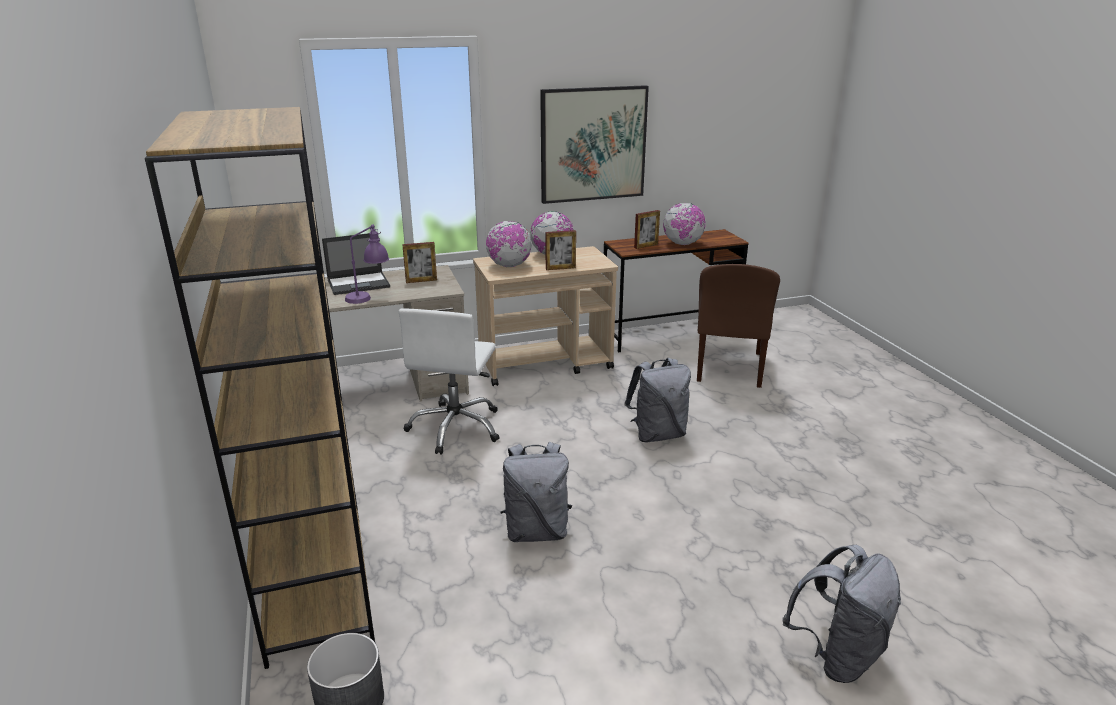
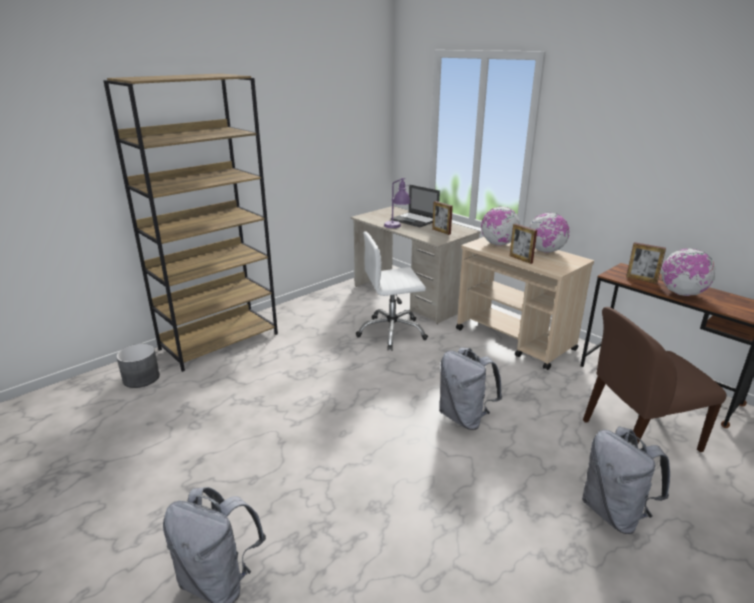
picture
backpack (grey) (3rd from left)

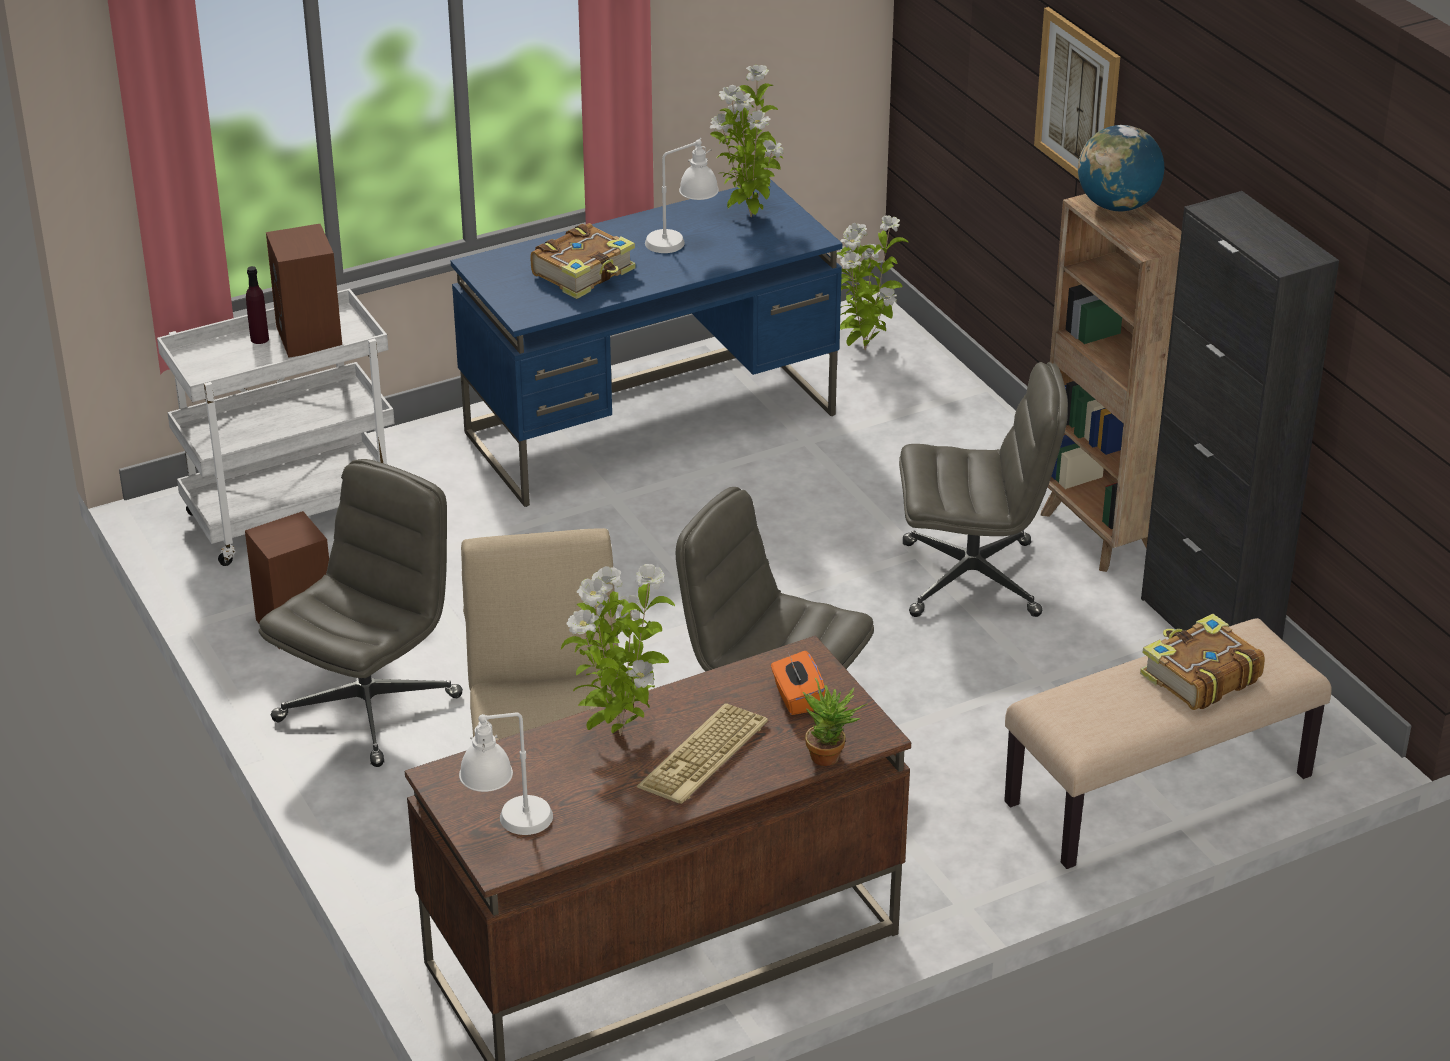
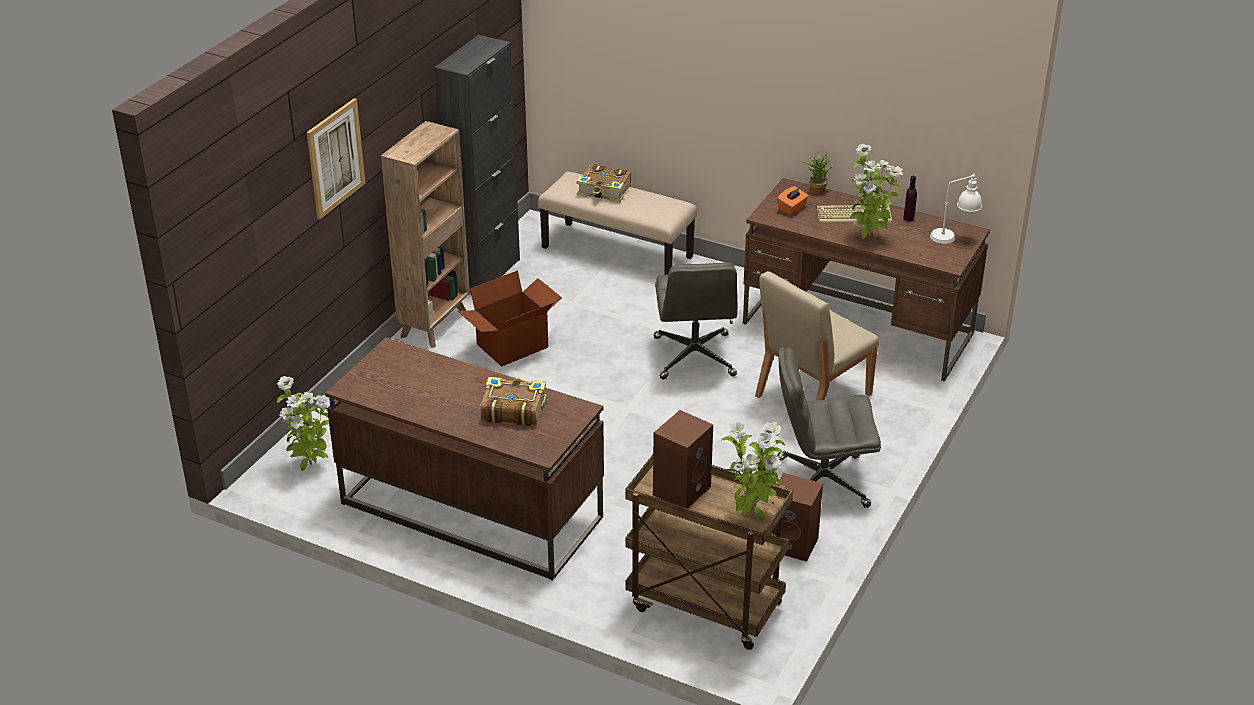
potted plant (2nd from left)
globe
table lamp (white) (2nd from left in the first image)
desk (brown) (1st from left)
bottle (purple)
cart (brown)
cardboard box

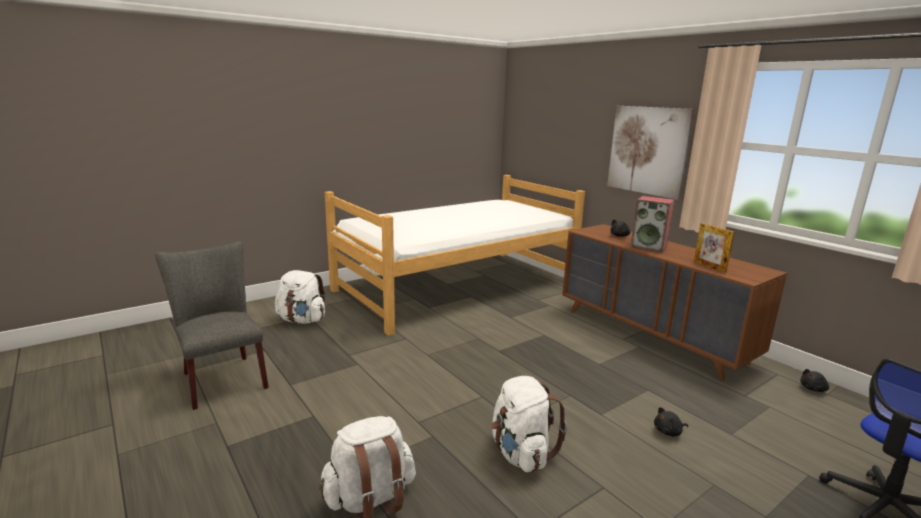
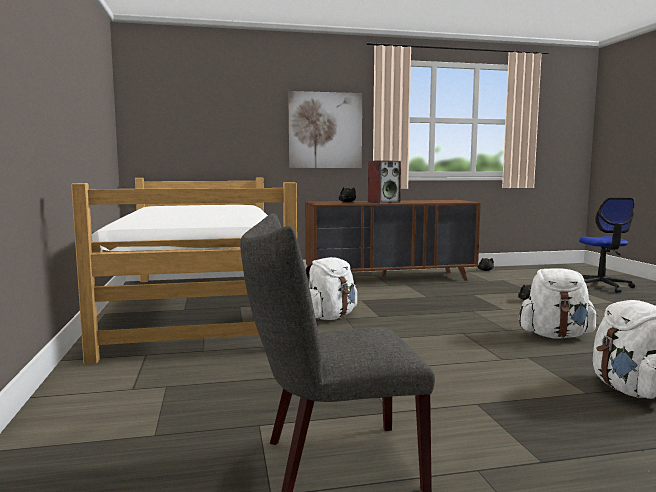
picture frame
backpack (white) (1st from left)

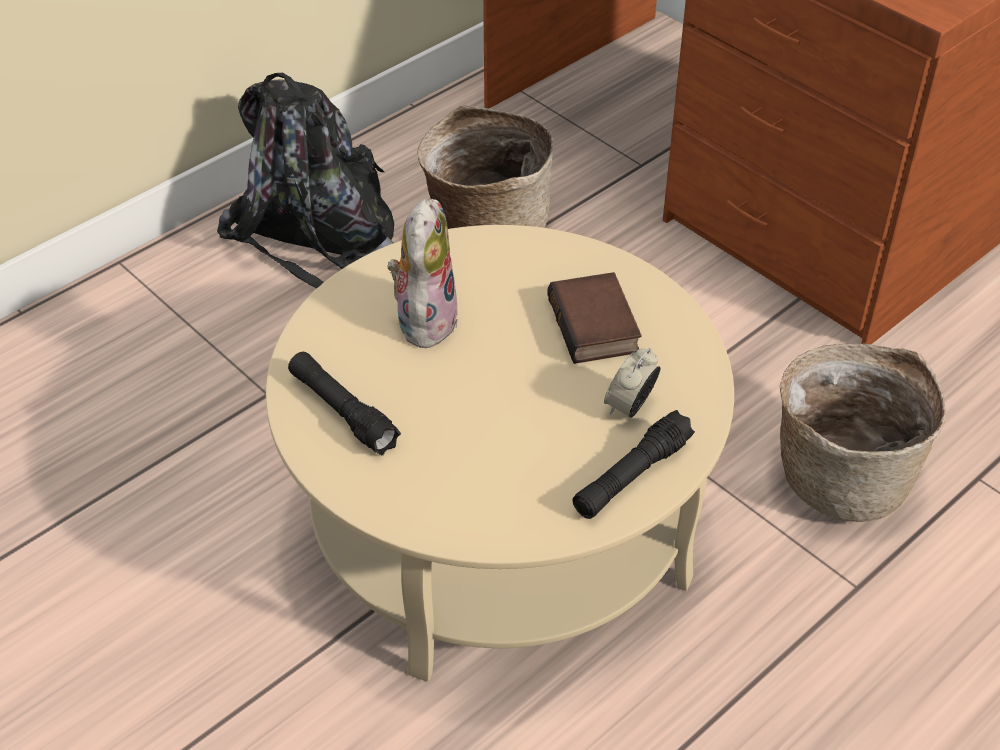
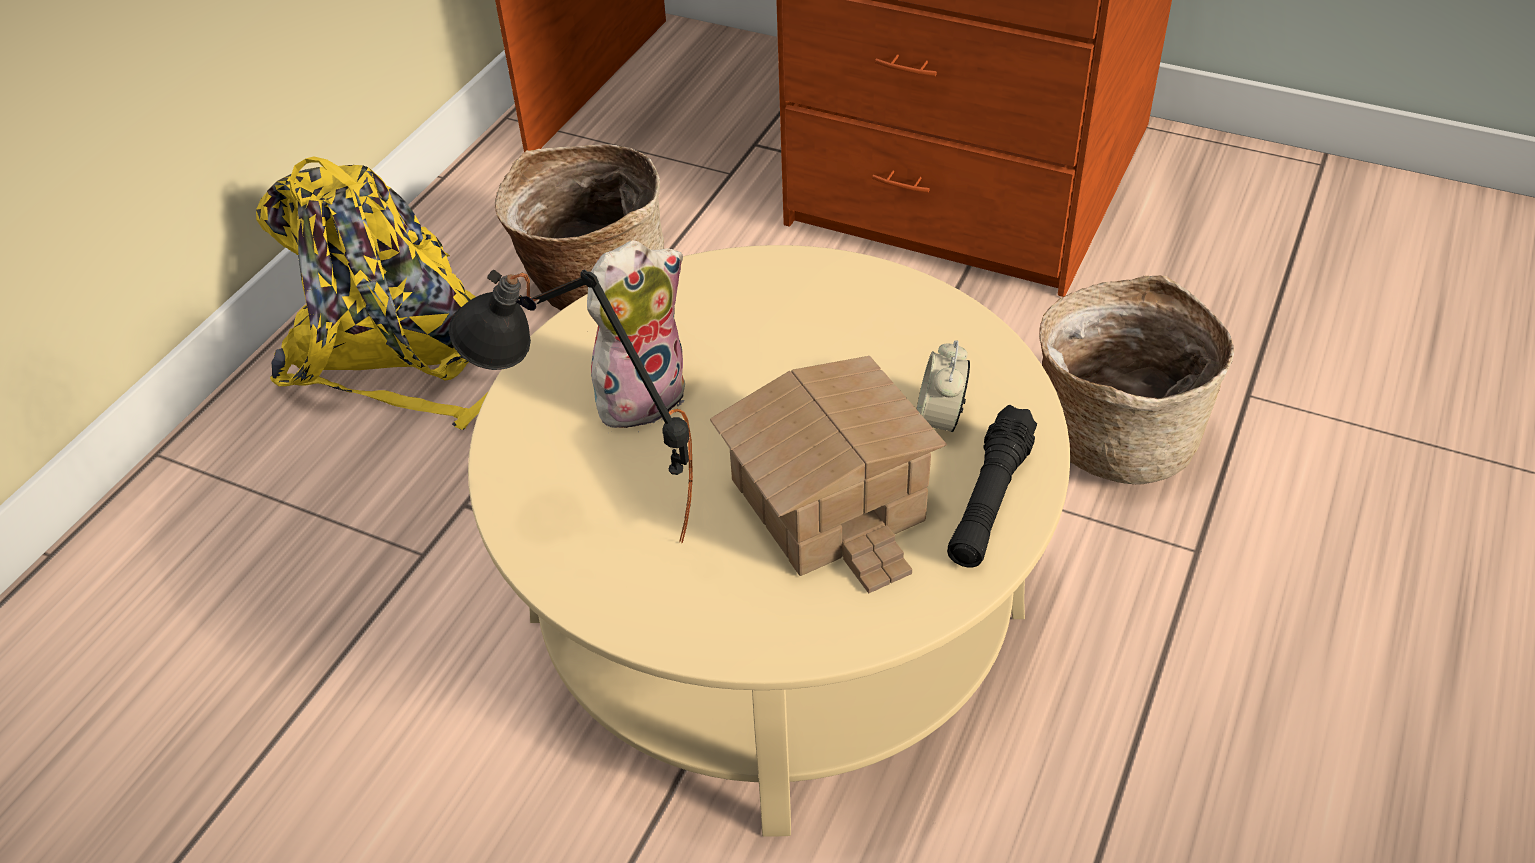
backpack (yellow)
plush toy
book
table lamp (black)
toy house

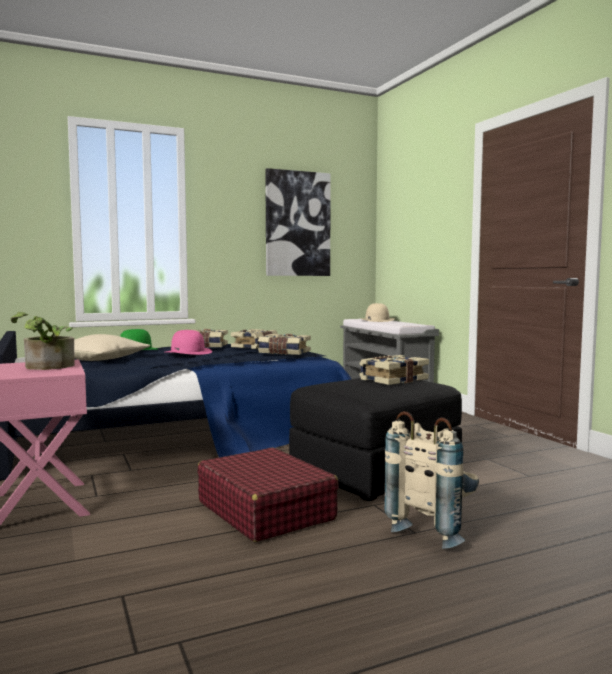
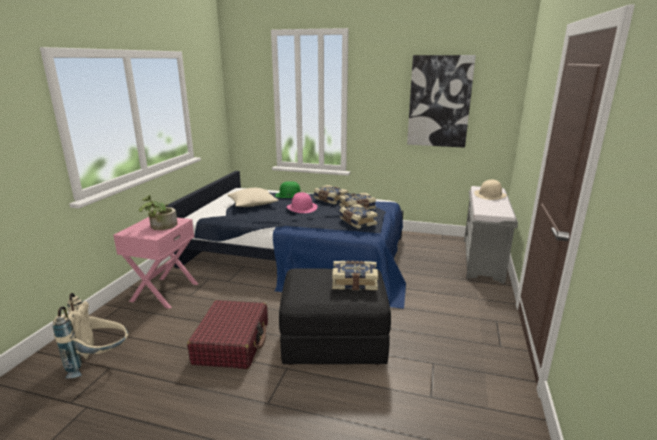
backpack (beige)

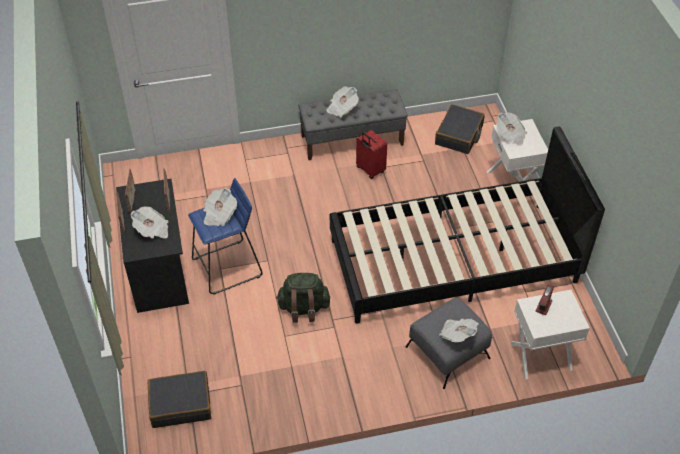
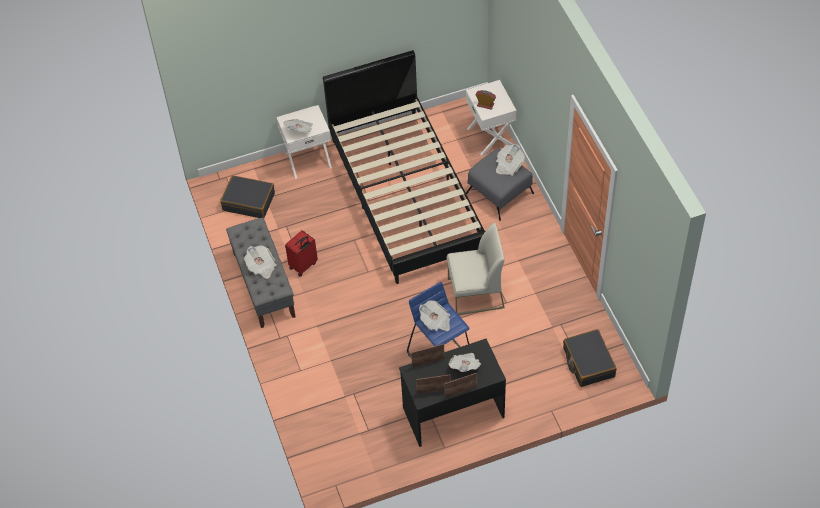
chair (white)

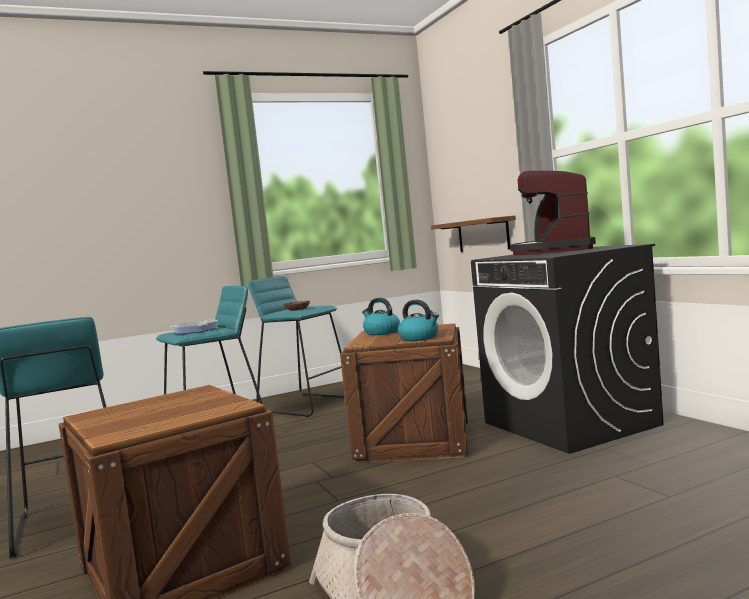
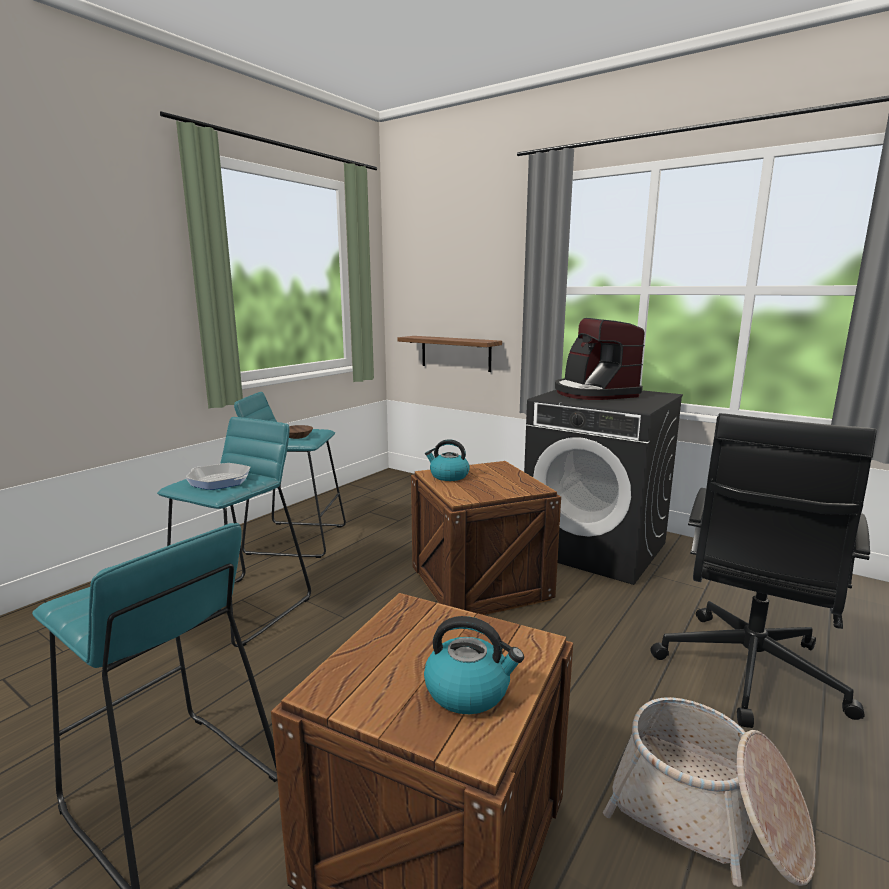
kettle (2nd from left)
office chair (black)

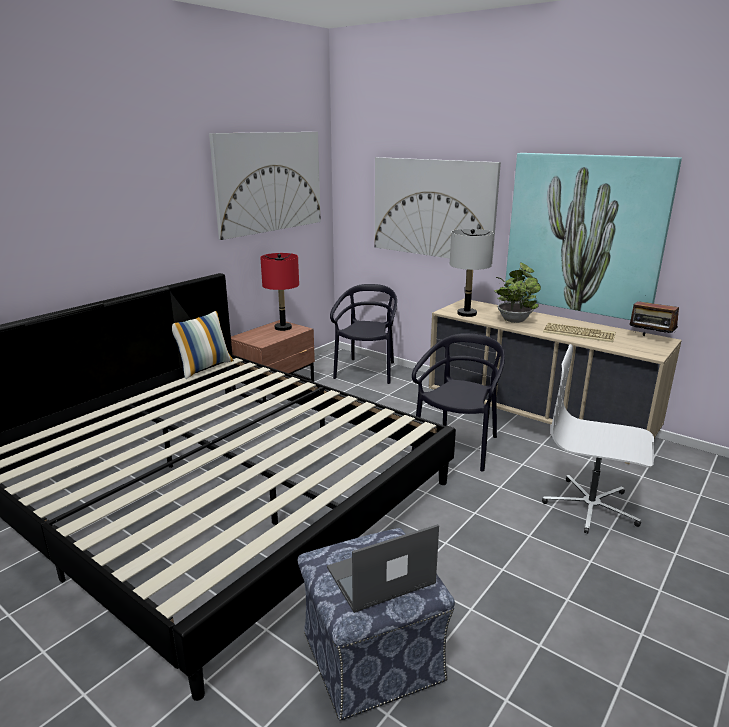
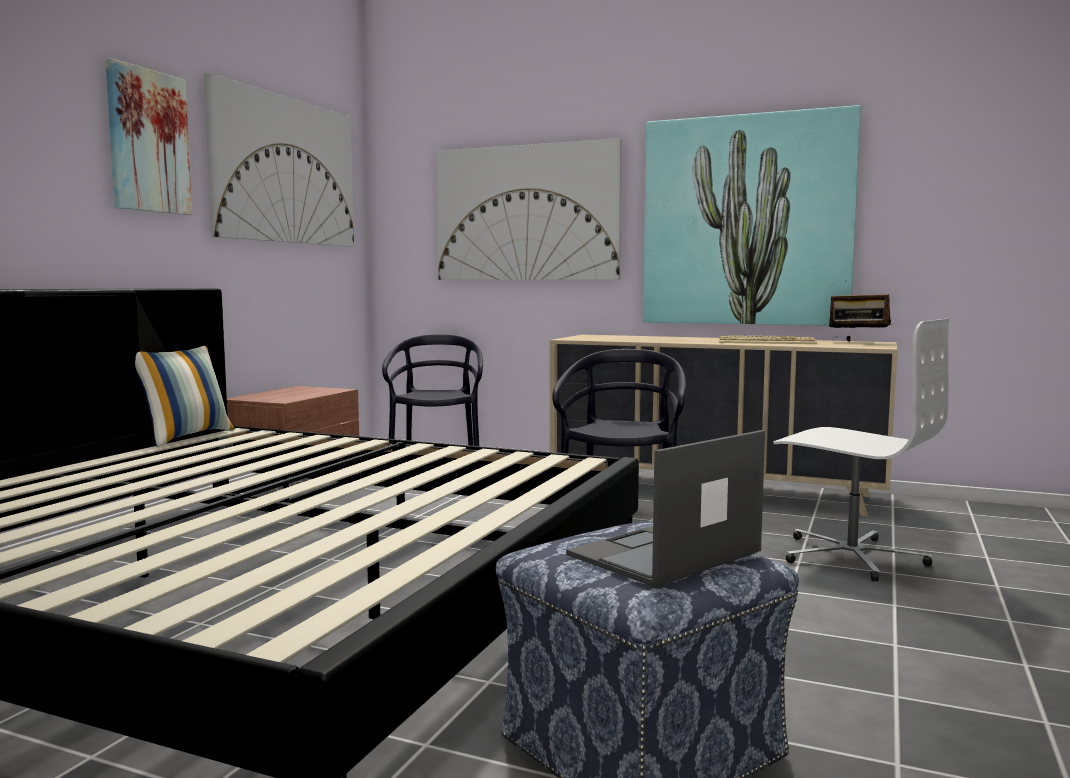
table lamp (grey)
table lamp (red)
potted plant
office chair (white)
picture (1st from left)

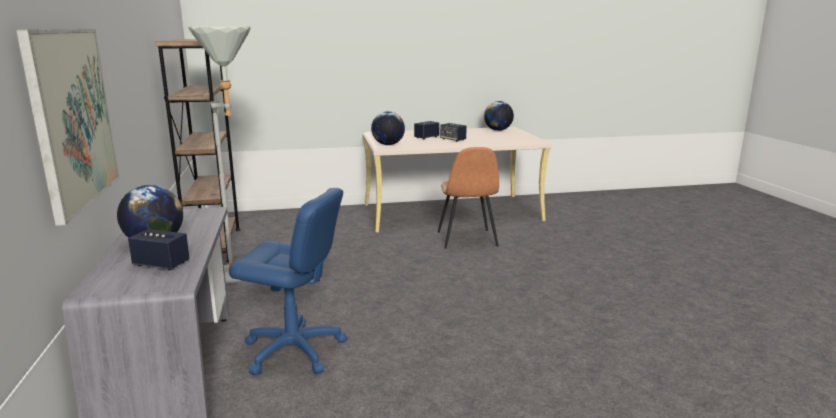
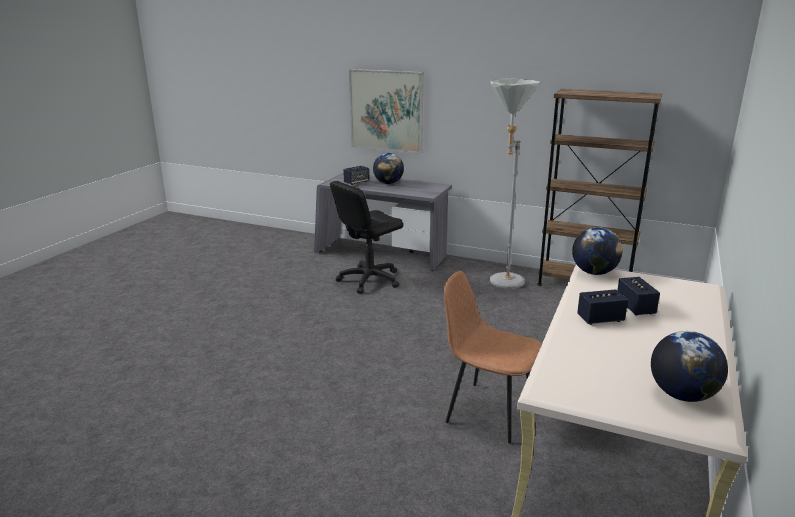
office chair (black)

